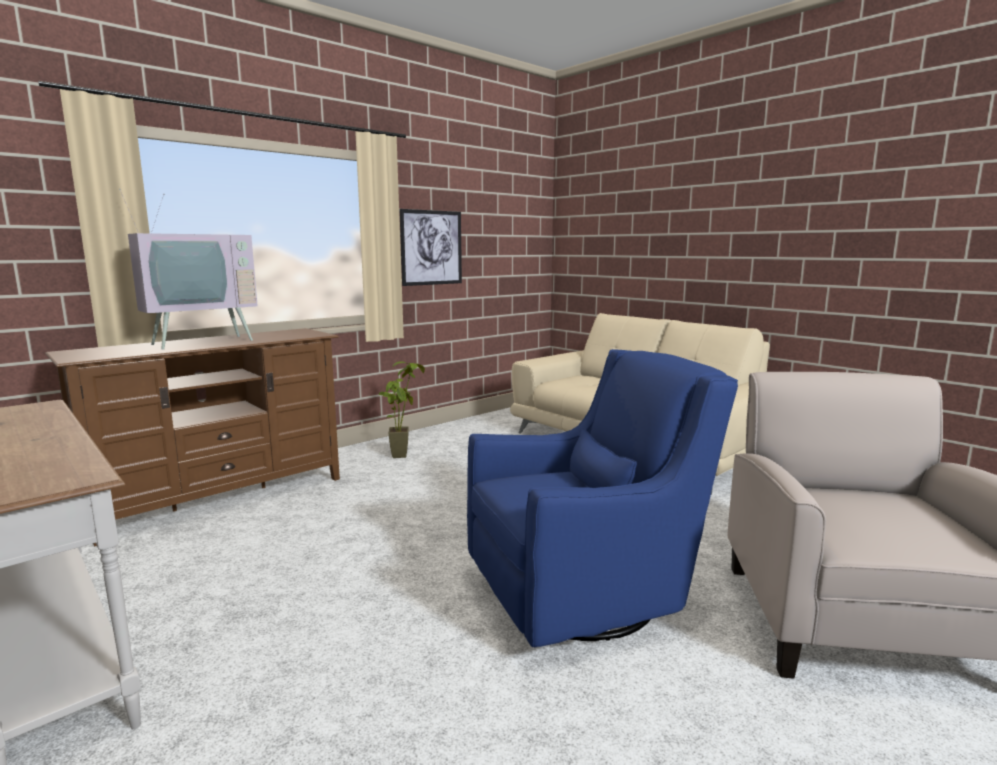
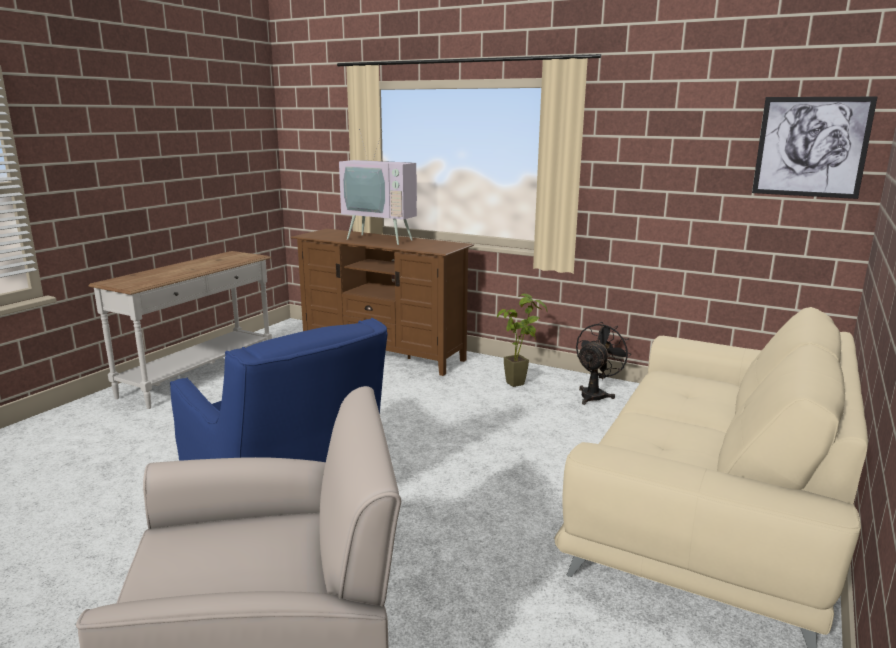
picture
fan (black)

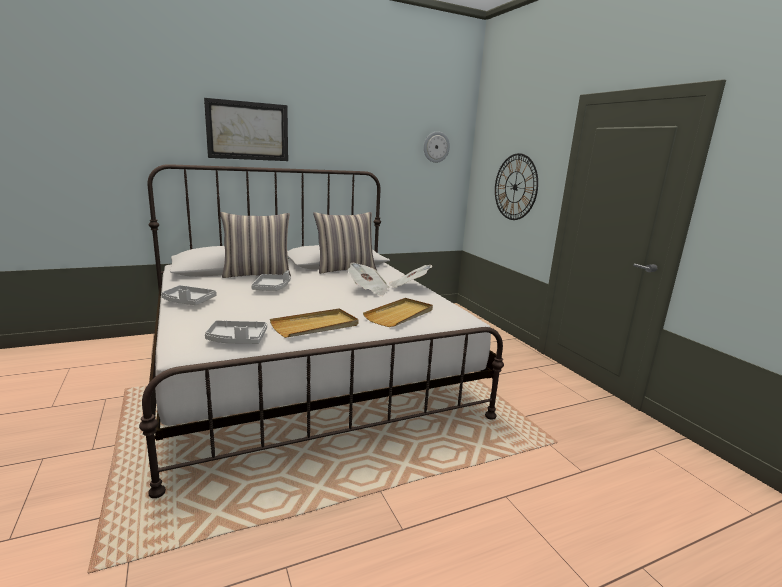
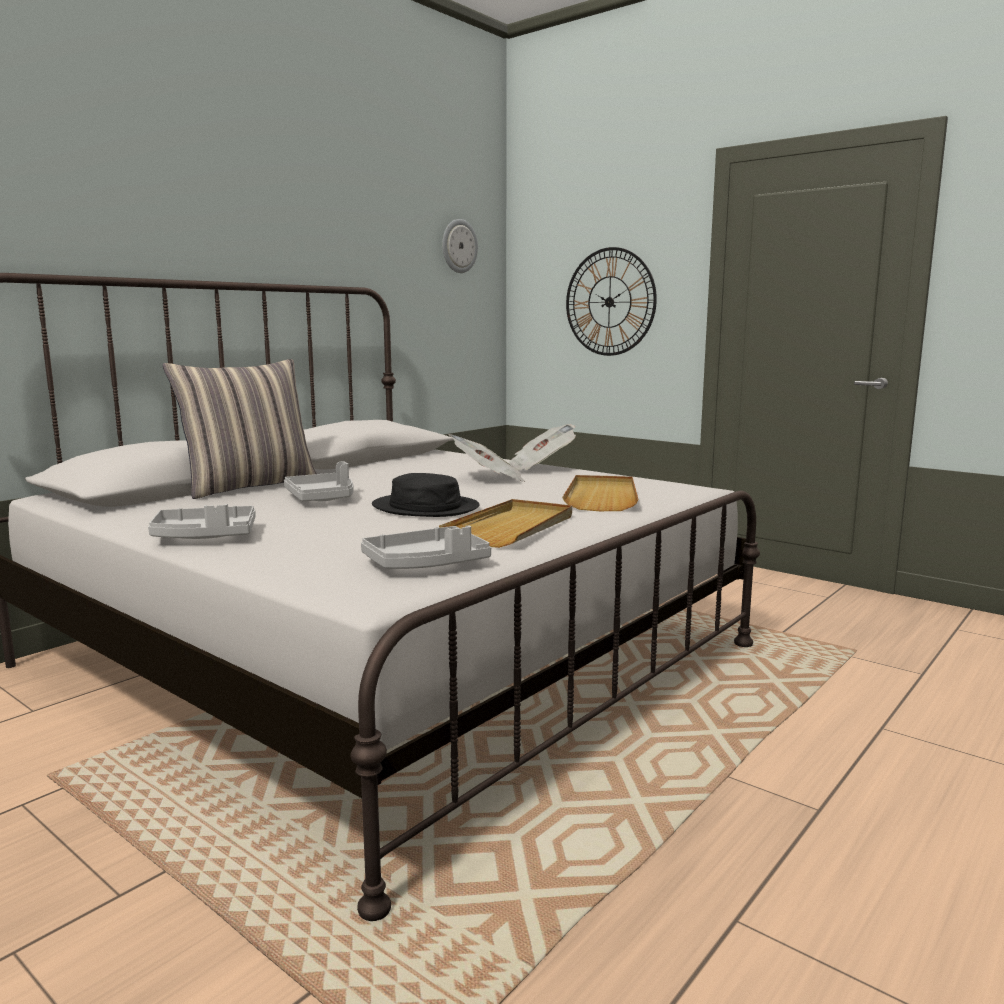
picture
pillow (2nd from left in the first image)
hat (black)

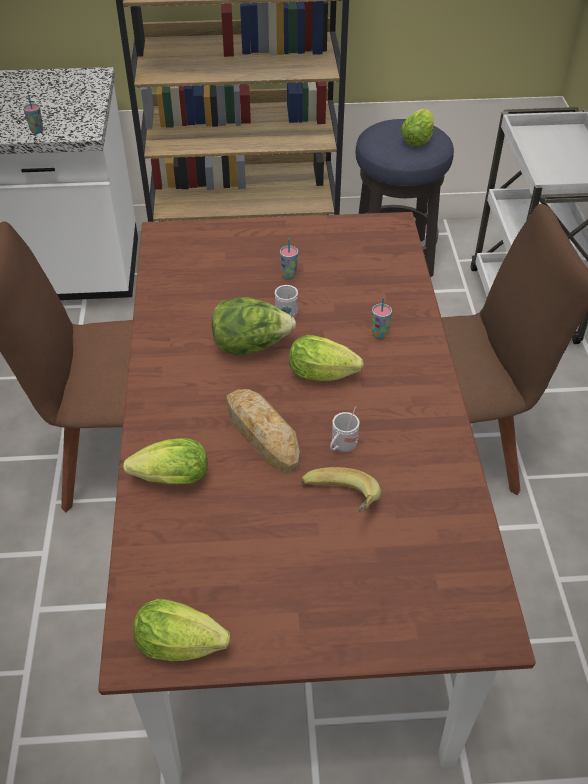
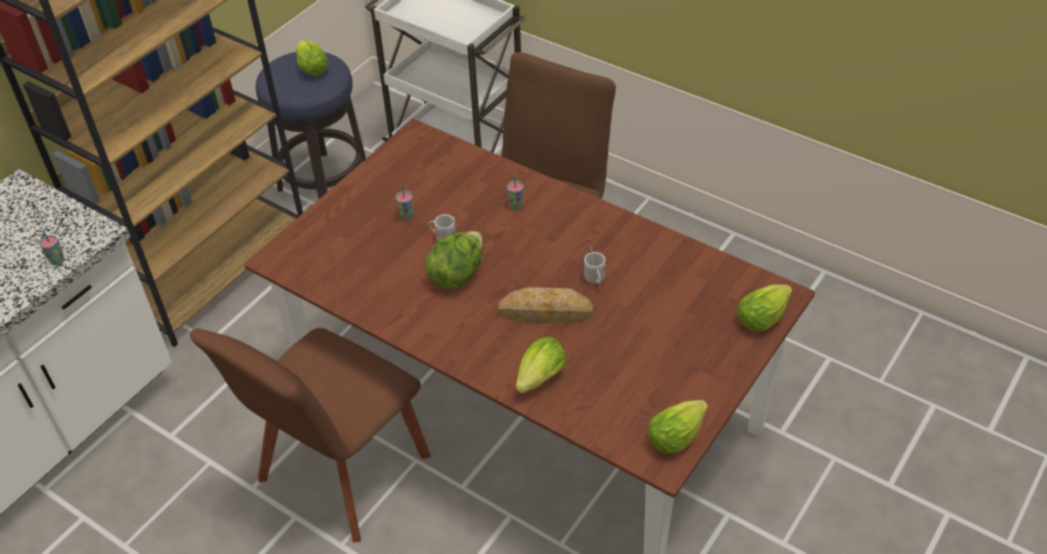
lettuce (5th from left)
banana

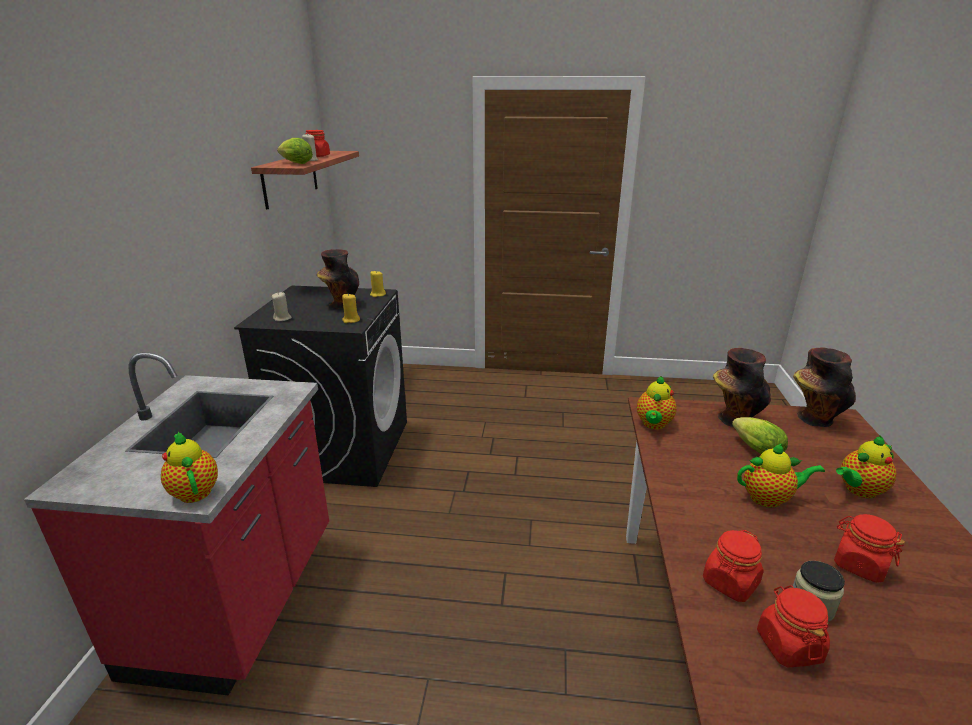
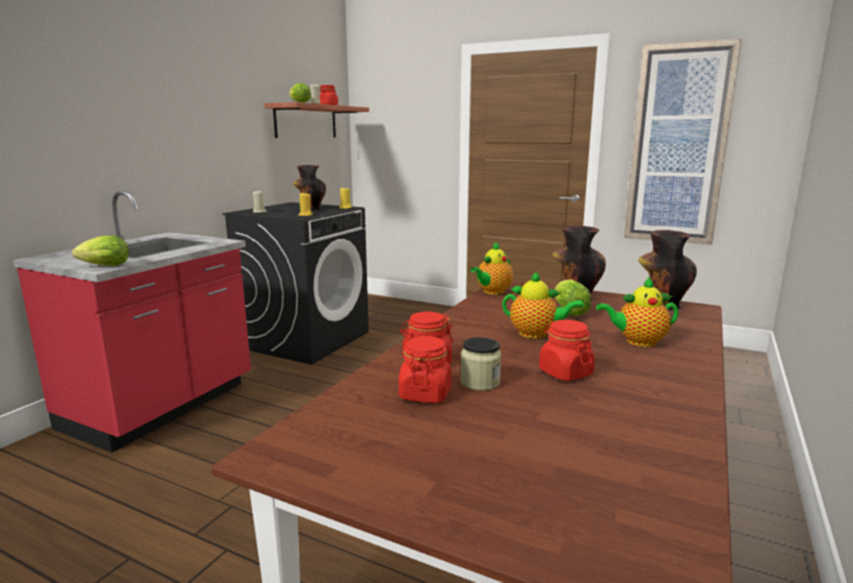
lettuce (1st from left)
picture

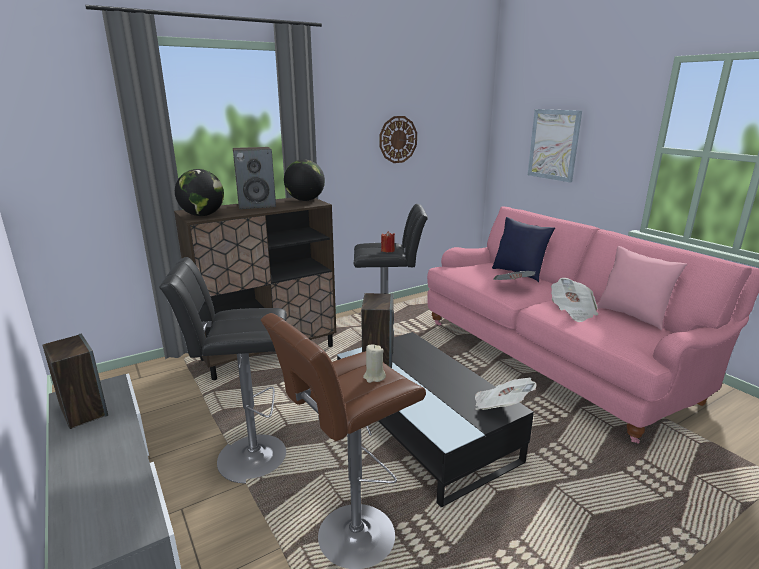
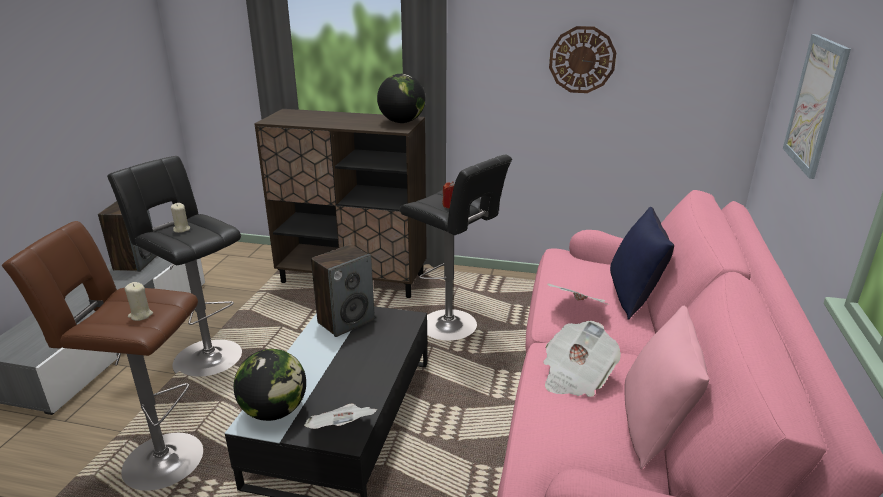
speaker (2nd from left in the first image)
globe (1st from left)
candle (beige) (2nd from left)

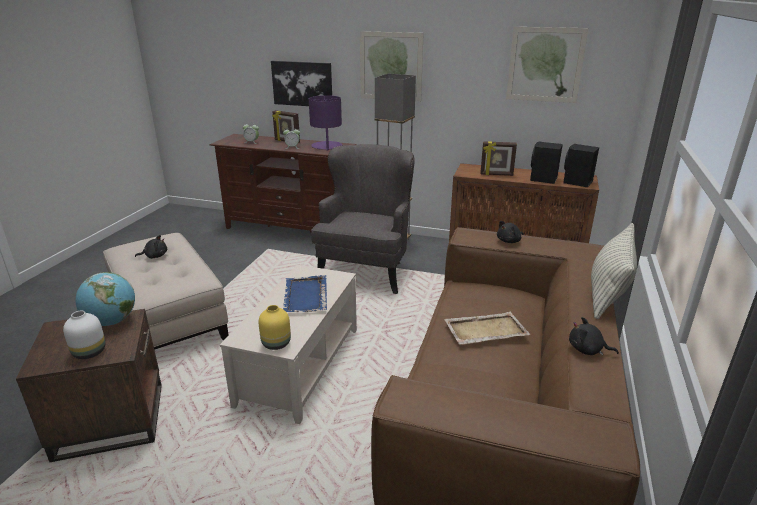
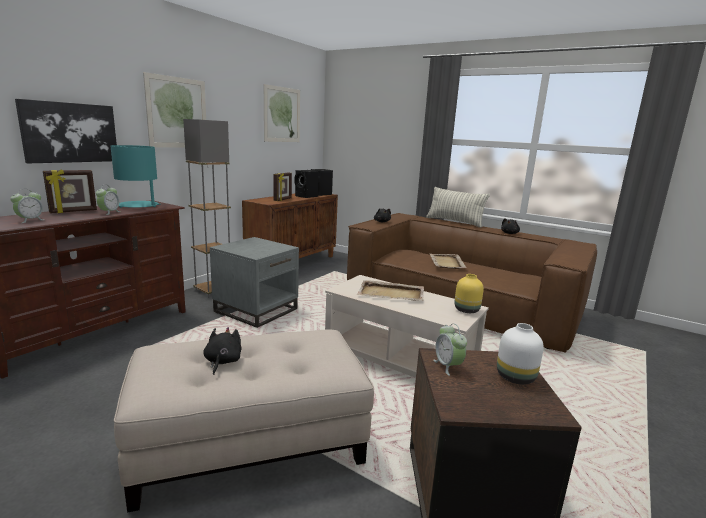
table lamp (turquoise)
side table (grey)
alarm clock (3rd from left)
tray (beige) (1st from left)

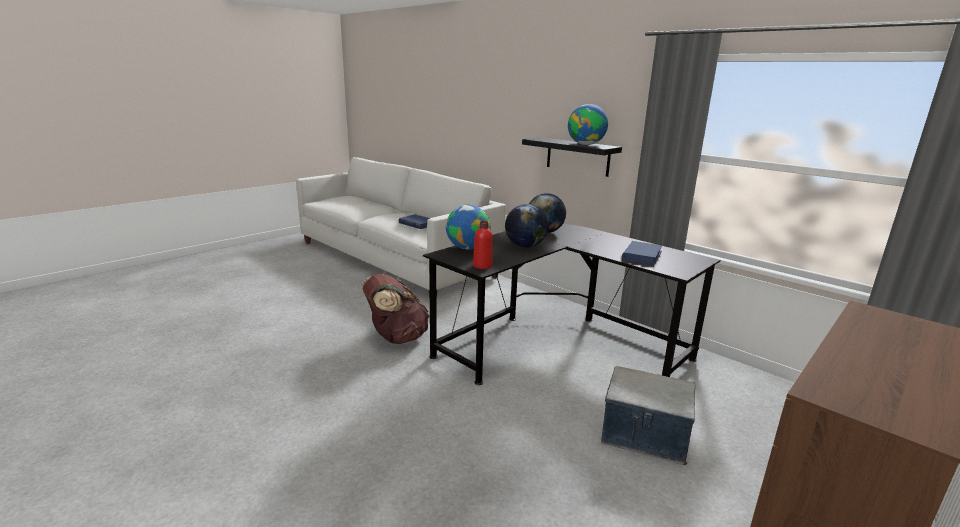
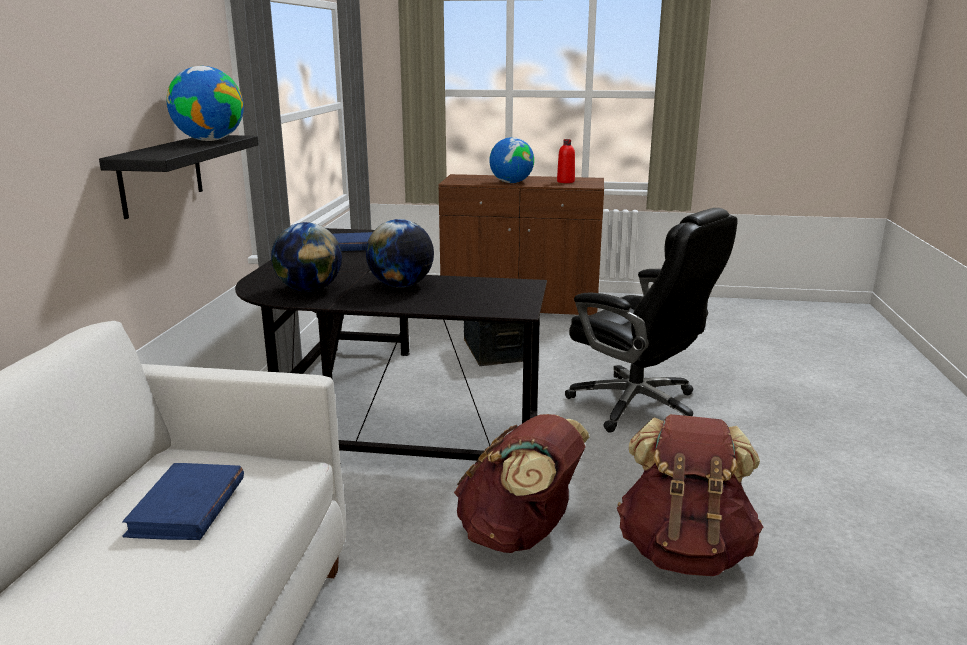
globe (4th from left)
bottle (red)
office chair (black)
backpack (brown) (2nd from left)

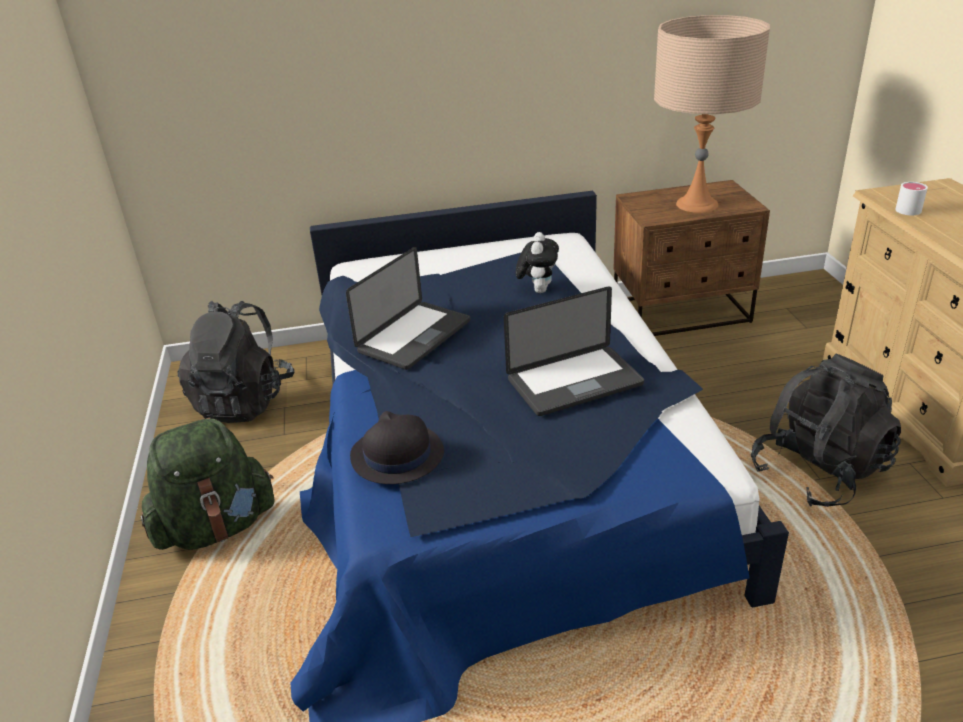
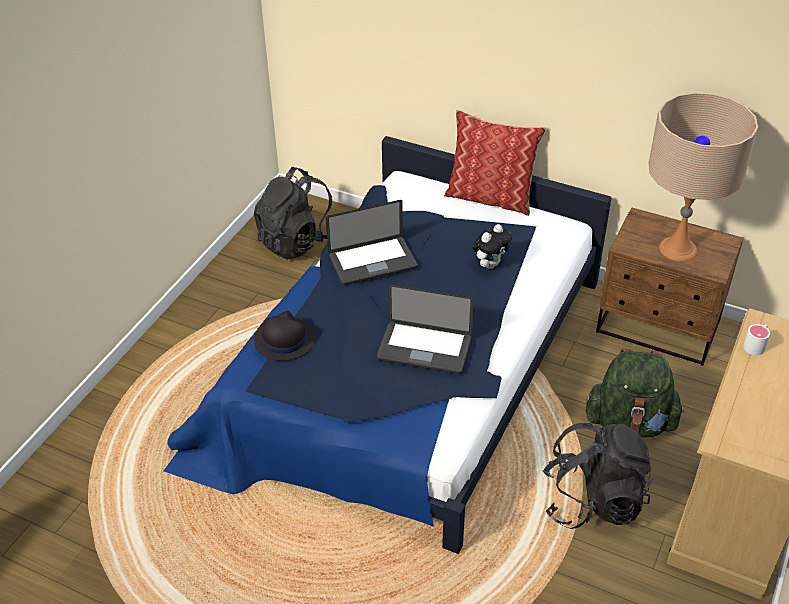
backpack (green)
pillow

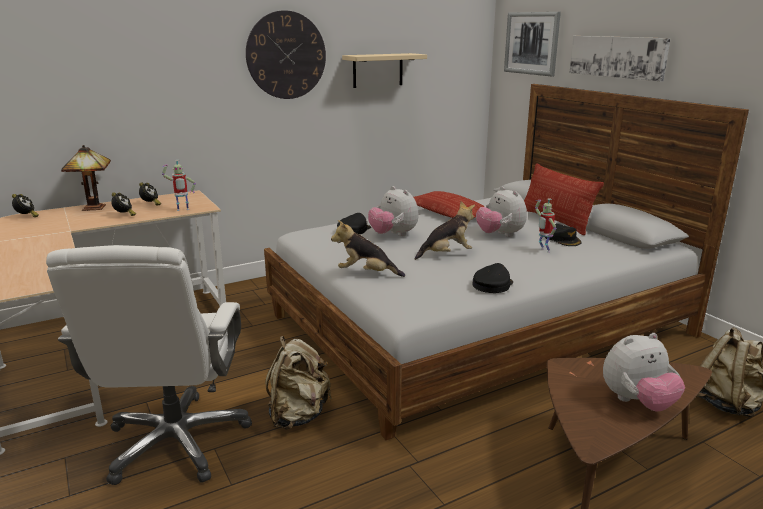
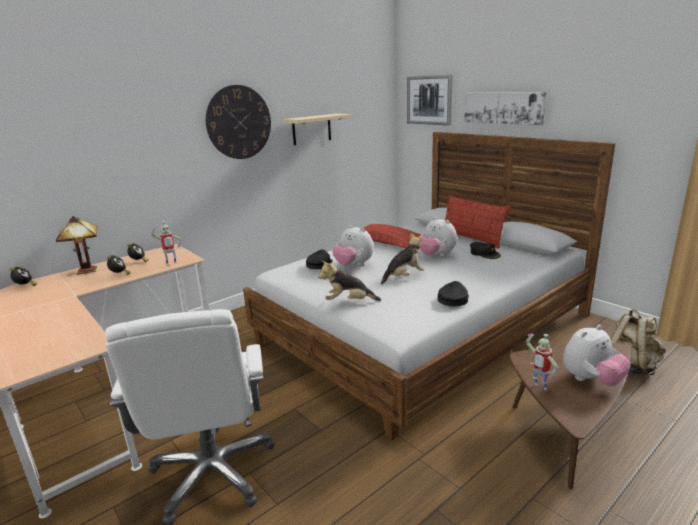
toy robot (2nd from left)
backpack (beige) (1st from left in the first image)

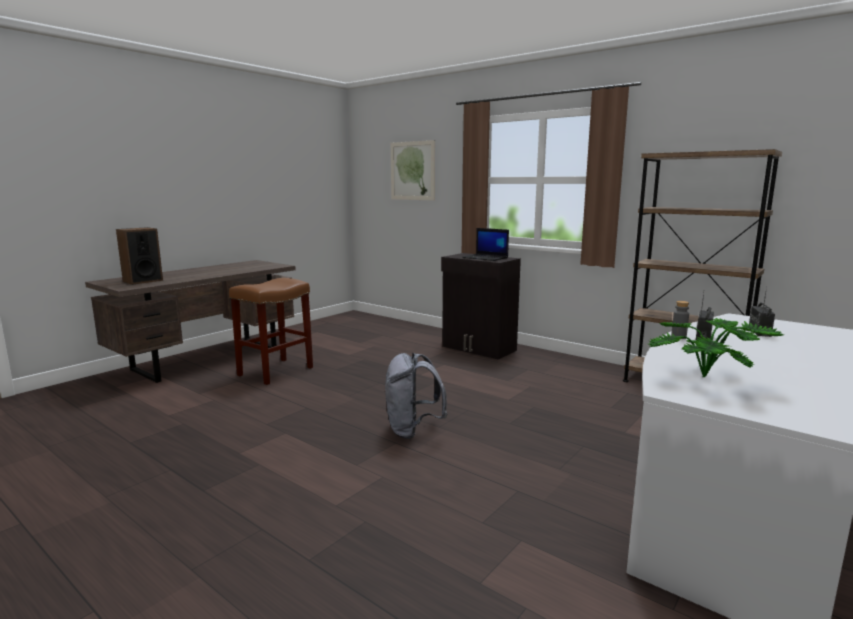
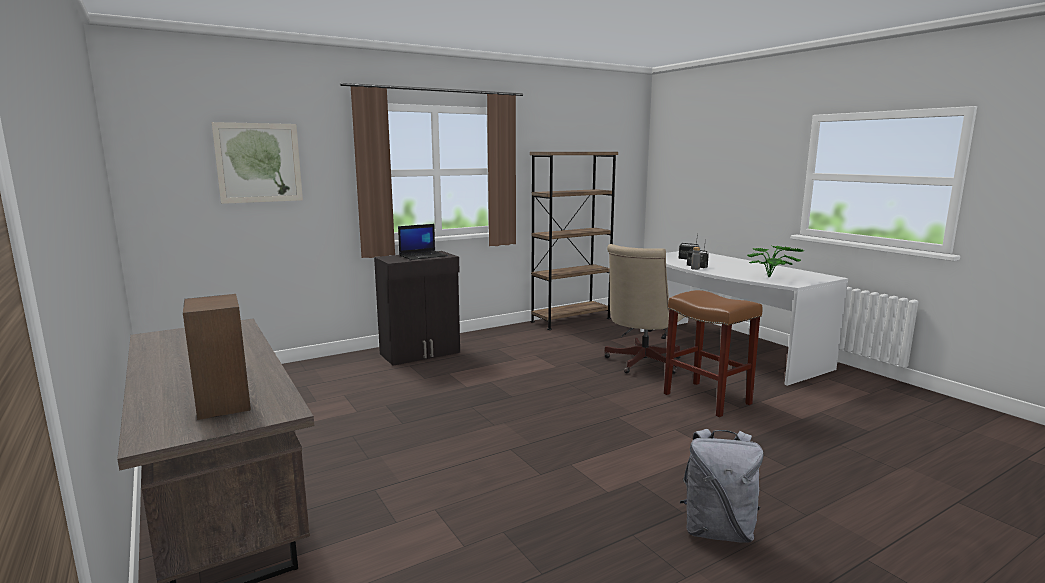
stool (brown)
backpack (grey)
office chair (beige)

